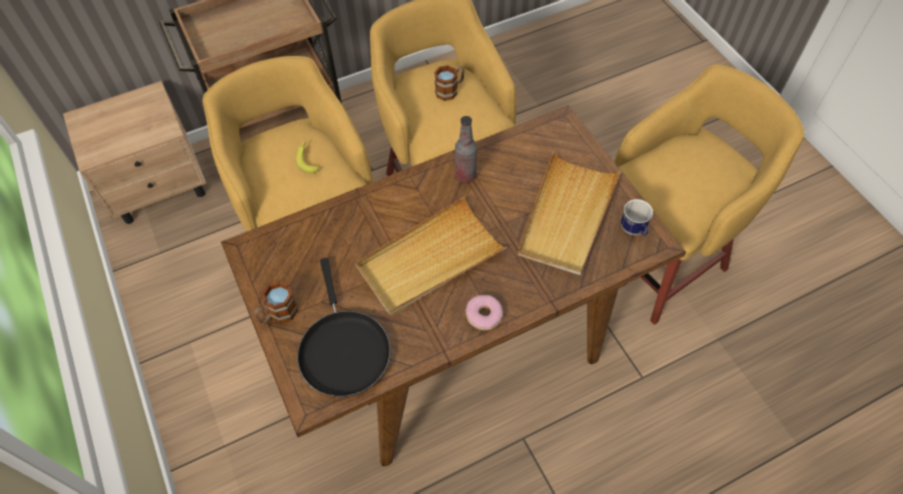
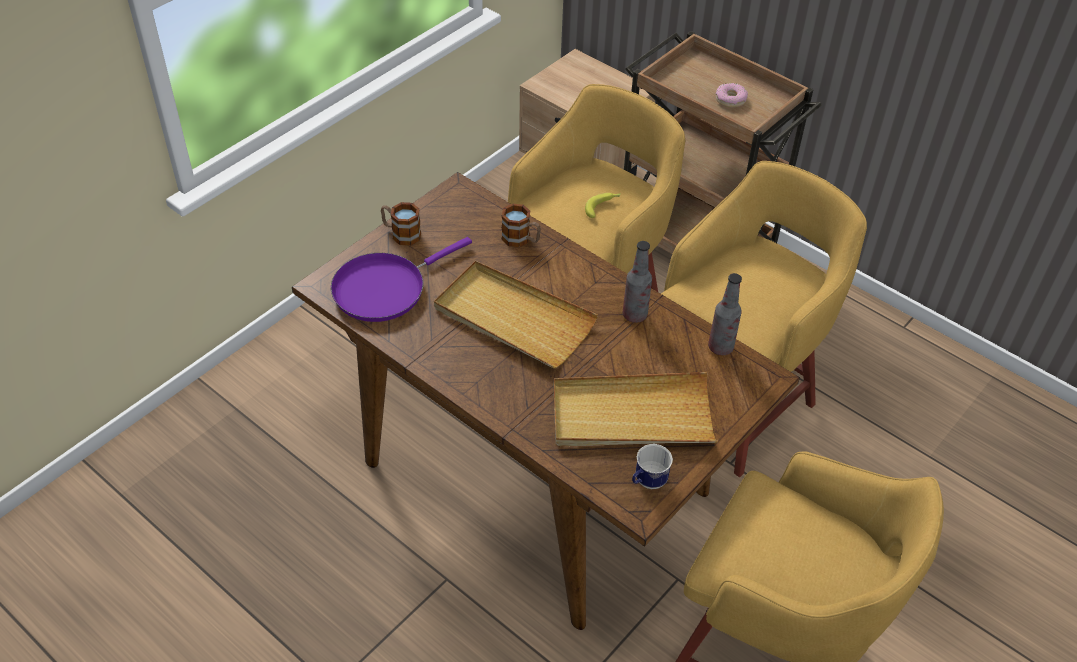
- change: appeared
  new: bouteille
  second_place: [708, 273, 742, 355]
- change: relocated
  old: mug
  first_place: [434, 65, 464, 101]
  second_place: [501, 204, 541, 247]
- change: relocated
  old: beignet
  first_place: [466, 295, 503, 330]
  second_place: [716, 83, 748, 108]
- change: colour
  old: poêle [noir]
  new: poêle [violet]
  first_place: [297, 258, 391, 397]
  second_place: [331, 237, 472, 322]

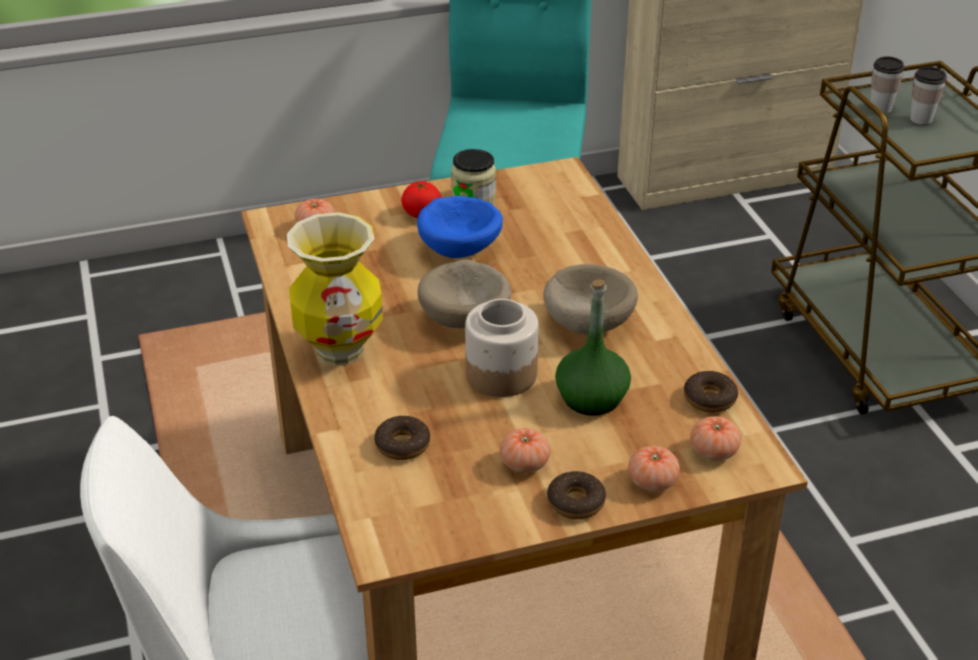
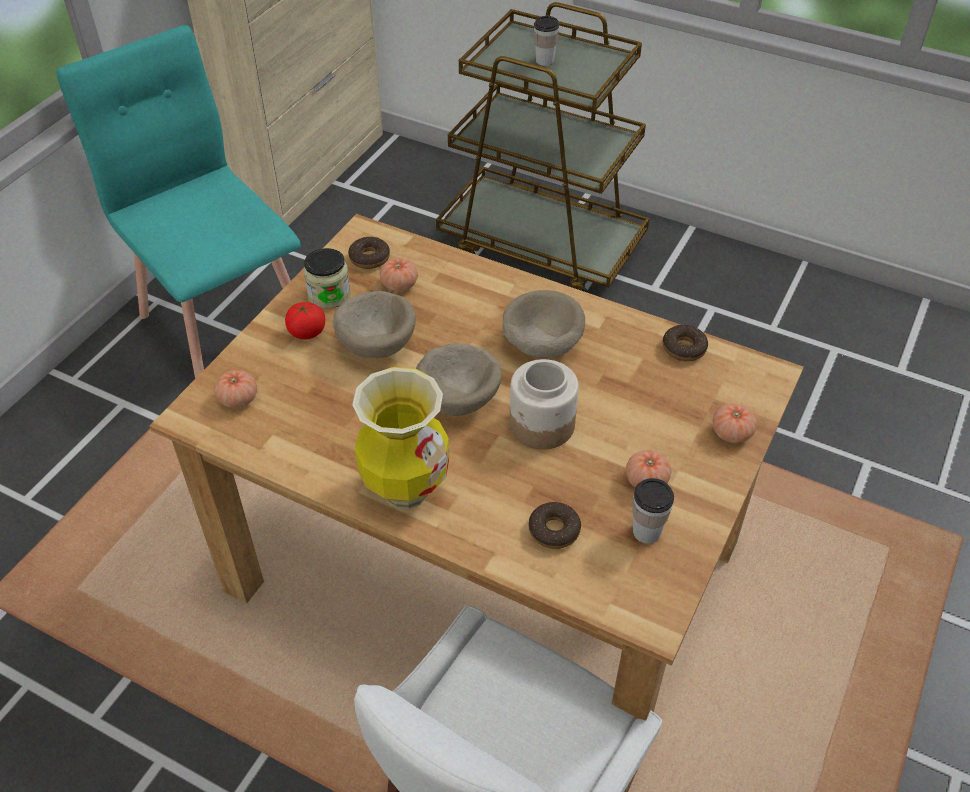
- change: missing
  old: bouteille [vert]
  first_place: [555, 279, 631, 416]
- change: relocated
  old: beignet
  first_place: [547, 471, 606, 519]
  second_place: [348, 237, 390, 269]
- change: relocated
  old: tomate
  first_place: [690, 416, 741, 461]
  second_place: [380, 258, 418, 291]
- change: relocated
  old: tasse
  first_place: [870, 56, 905, 114]
  second_place: [632, 478, 674, 544]
- change: colour
  old: bol [bleu]
  new: bol [beige]
  first_place: [417, 196, 503, 258]
  second_place: [333, 291, 416, 358]

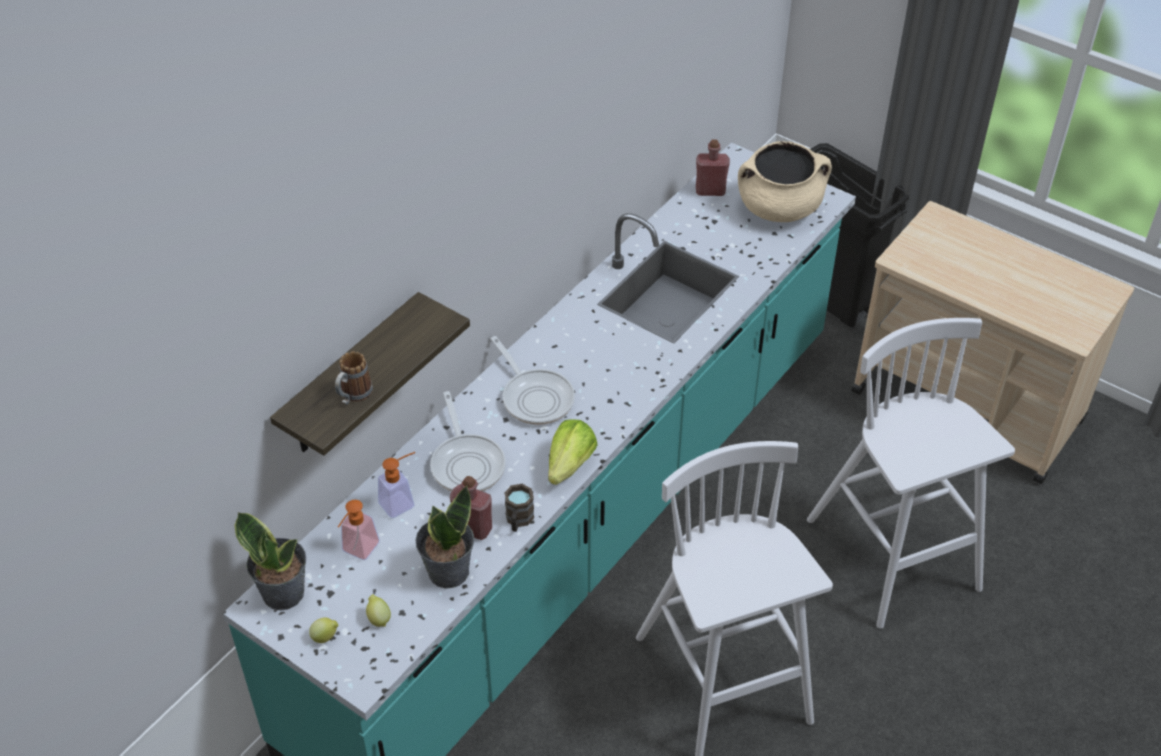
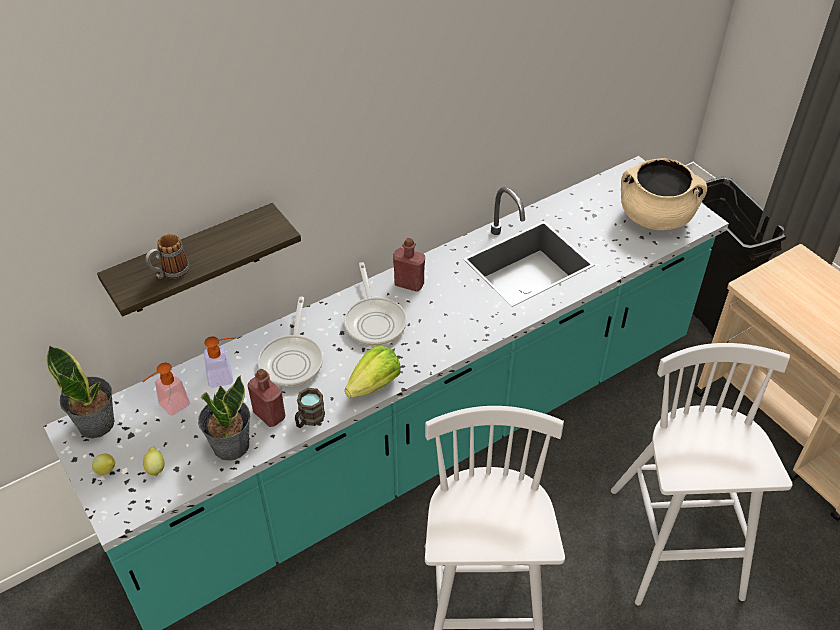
- change: relocated
  old: bouteille [rouge]
  first_place: [696, 139, 730, 196]
  second_place: [393, 238, 425, 292]

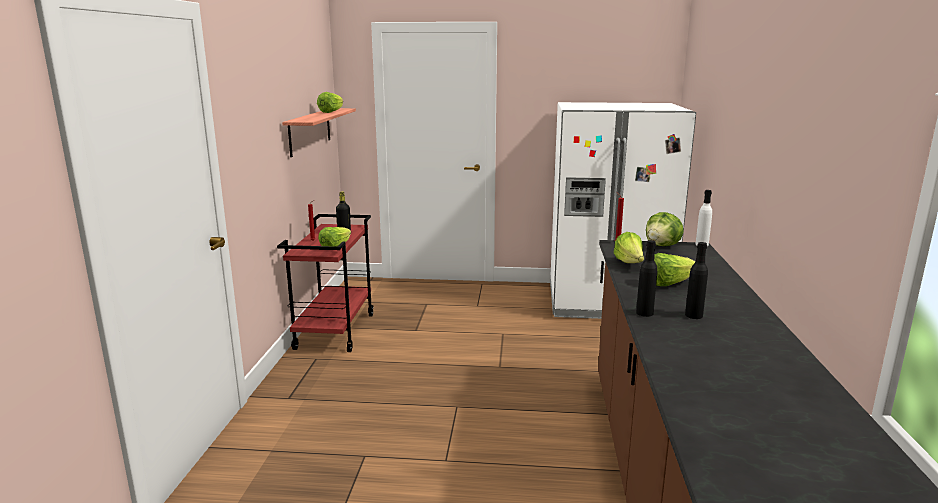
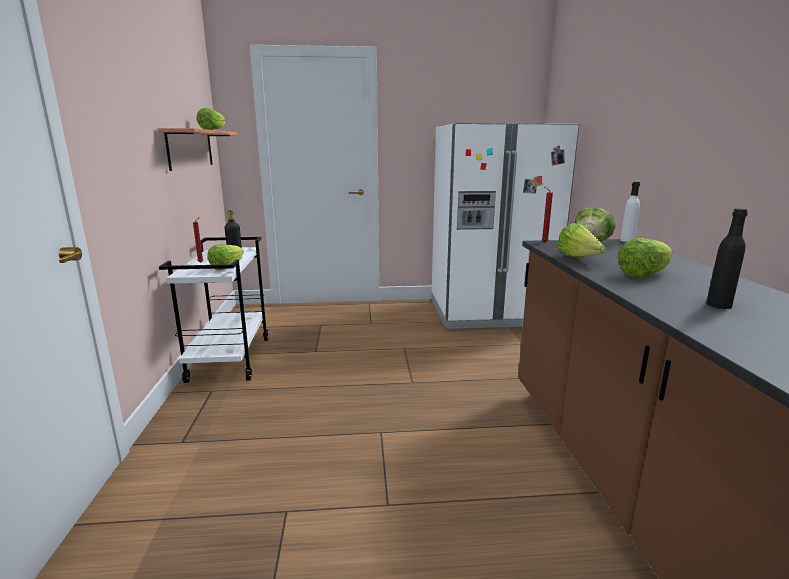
- change: missing
  old: bouteille [noir]
  first_place: [636, 240, 657, 317]
- change: colour
  old: chariot [rouge]
  new: chariot [blanc]
  first_place: [277, 214, 374, 352]
  second_place: [159, 237, 268, 383]

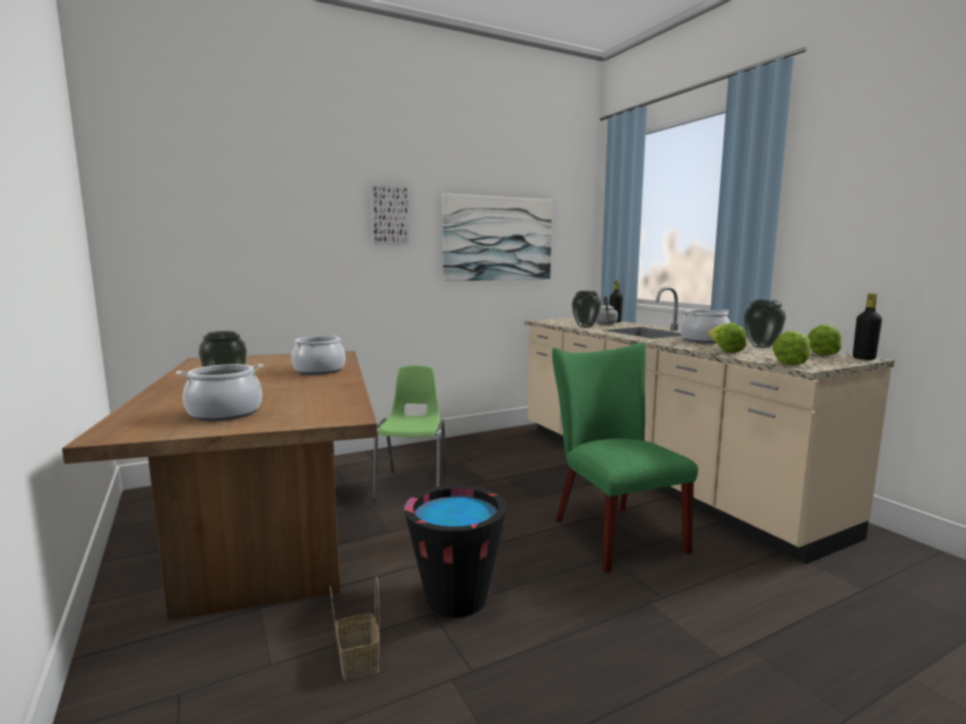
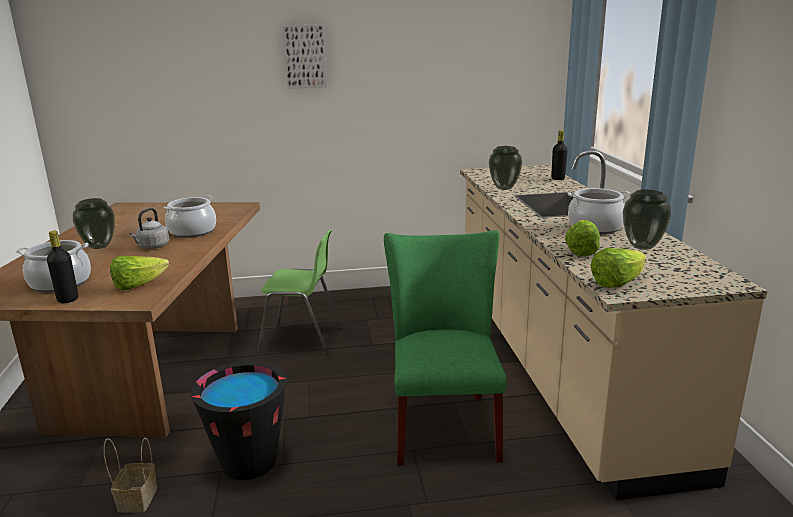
- change: missing
  old: tableau
  first_place: [442, 193, 552, 281]
- change: relocated
  old: bouilloire [gris]
  first_place: [596, 296, 618, 325]
  second_place: [129, 208, 169, 249]
- change: relocated
  old: laitue
  first_place: [807, 325, 841, 356]
  second_place: [110, 256, 169, 290]
- change: relocated
  old: bouteille [noir]
  first_place: [853, 294, 882, 360]
  second_place: [47, 231, 78, 303]
- change: spun
  old: chaise [vert]
  first_place: [373, 365, 446, 501]
  second_place: [257, 229, 341, 355]
  degrees: 75

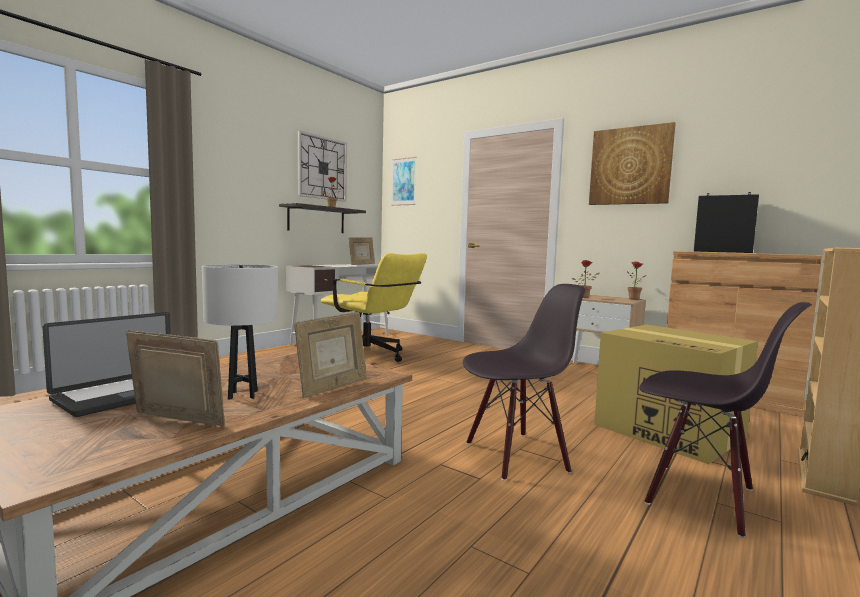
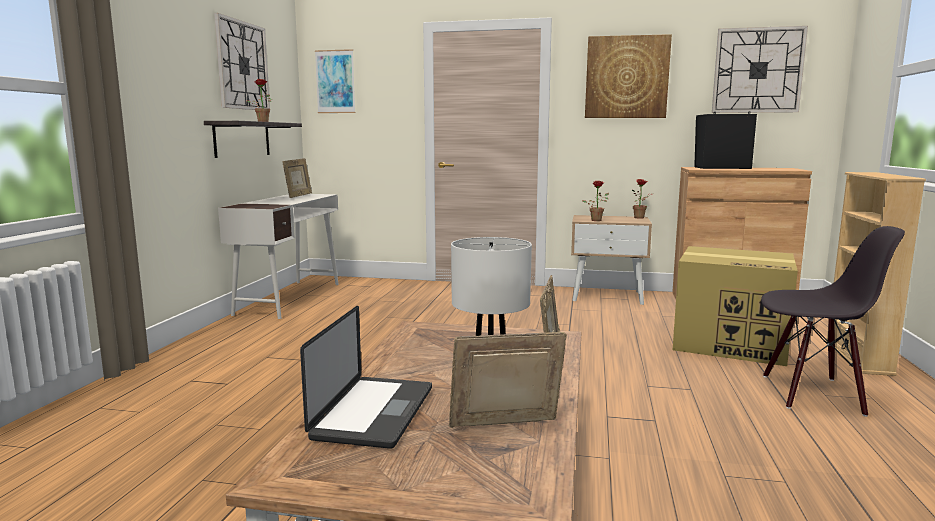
- change: missing
  old: chaise de bureau [jaune]
  first_place: [321, 253, 427, 362]
- change: missing
  old: chaise [noir]
  first_place: [463, 284, 585, 481]
- change: appeared
  new: horloge murale
  second_place: [712, 26, 808, 113]

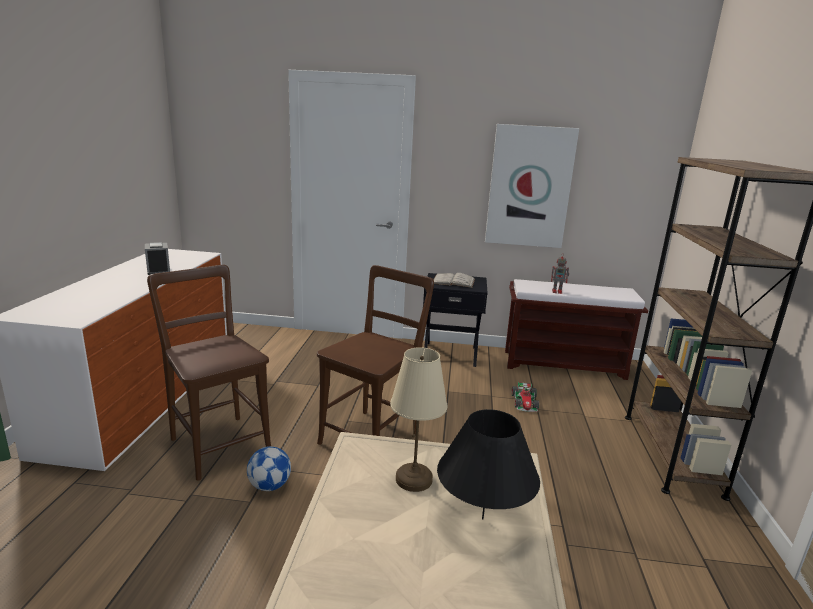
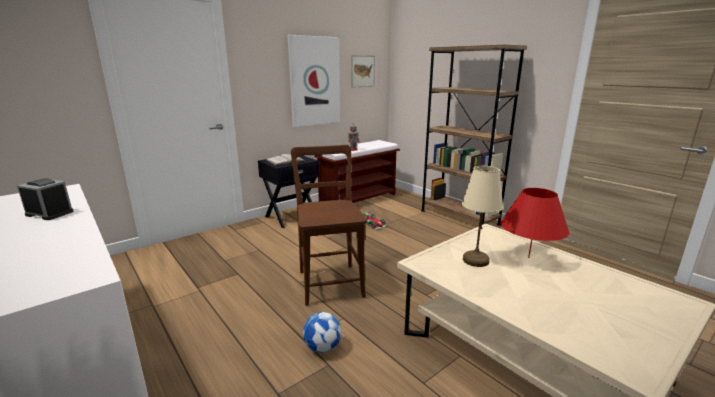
- change: missing
  old: chaise [marron]
  first_place: [147, 265, 271, 481]
- change: appeared
  new: tableau
  second_place: [351, 55, 375, 88]
- change: colour
  old: lampe de table [noir]
  new: lampe de table [rouge]
  first_place: [437, 409, 540, 519]
  second_place: [501, 188, 570, 258]

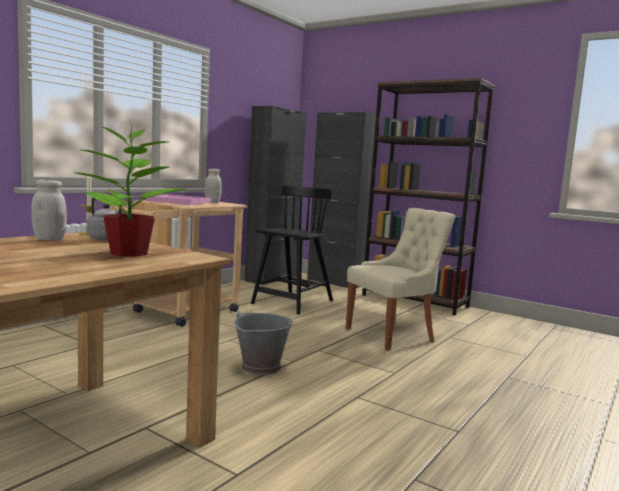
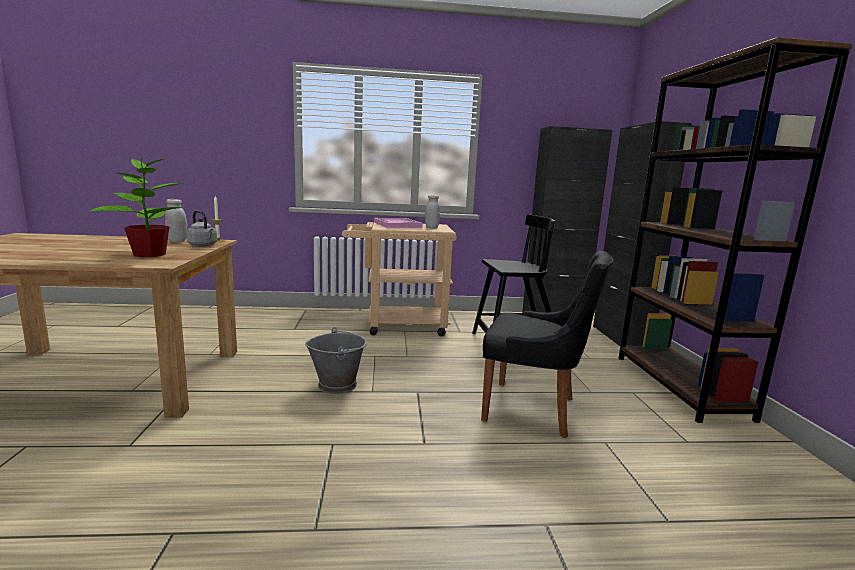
- change: colour
  old: chaise [beige]
  new: chaise [noir]
  first_place: [346, 208, 456, 350]
  second_place: [481, 251, 613, 438]

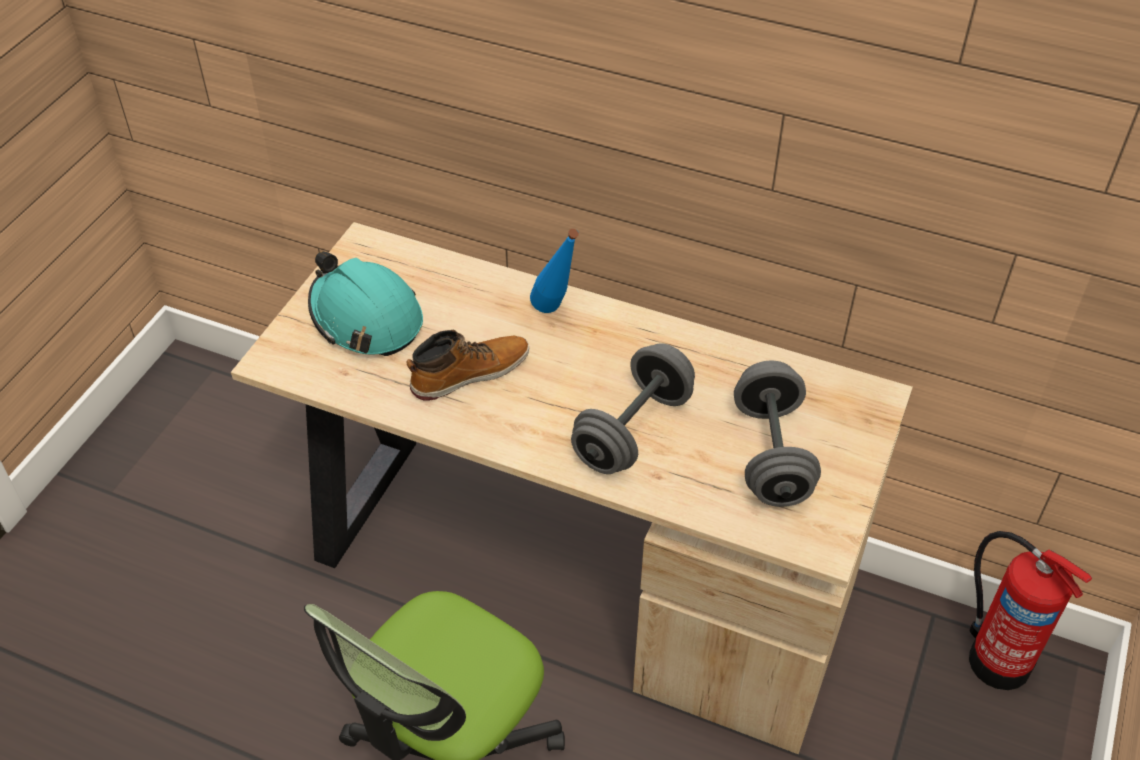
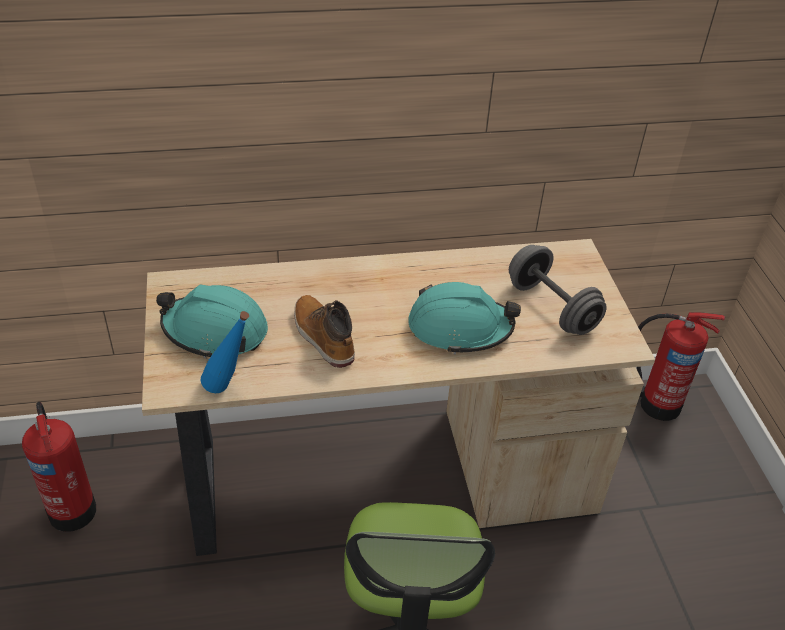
- change: appeared
  new: extincteur
  second_place: [22, 402, 96, 532]
- change: relocated
  old: bouteille [bleu]
  first_place: [530, 229, 579, 313]
  second_place: [201, 311, 249, 393]
- change: exchanged
  old: haltère [gris]
  new: casque de chantier [turquoise]
  first_place: [571, 343, 695, 474]
  second_place: [408, 282, 521, 355]
- change: spun
  old: botte
  first_place: [406, 330, 529, 401]
  second_place: [294, 295, 355, 368]
  degrees: -60

